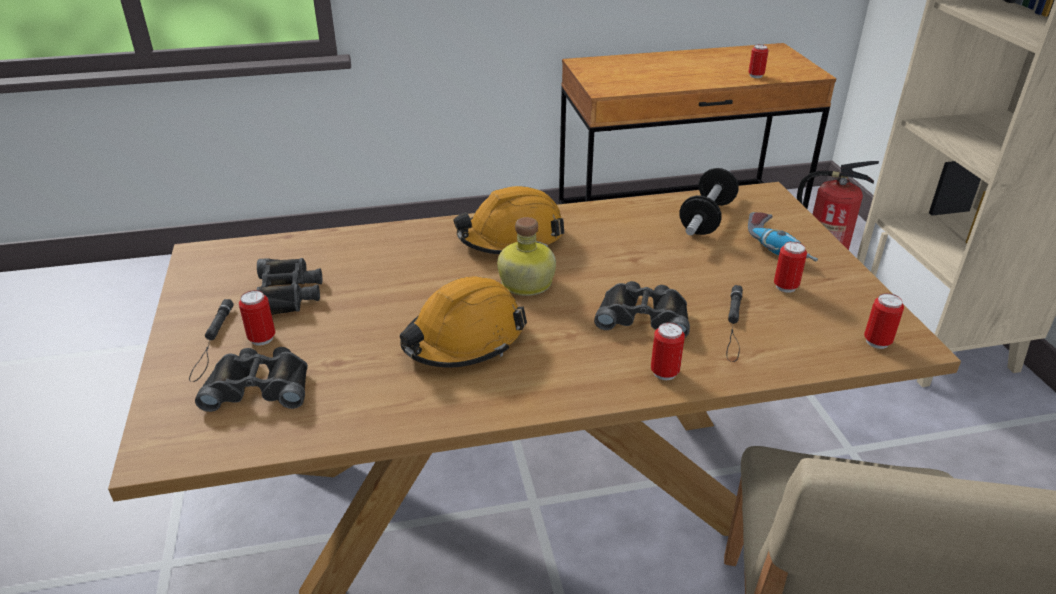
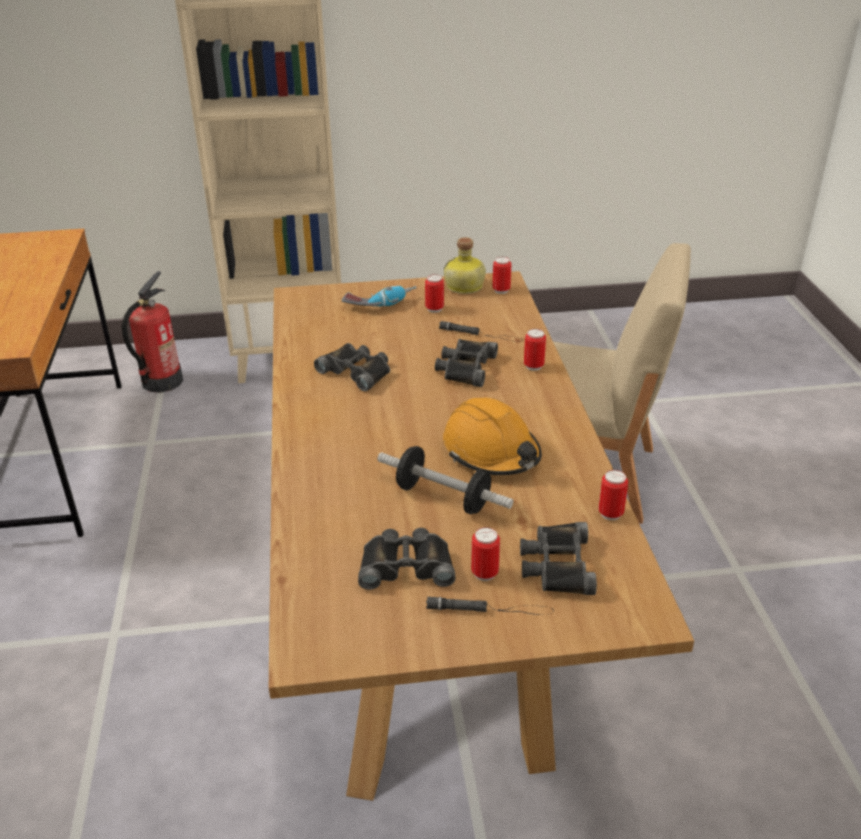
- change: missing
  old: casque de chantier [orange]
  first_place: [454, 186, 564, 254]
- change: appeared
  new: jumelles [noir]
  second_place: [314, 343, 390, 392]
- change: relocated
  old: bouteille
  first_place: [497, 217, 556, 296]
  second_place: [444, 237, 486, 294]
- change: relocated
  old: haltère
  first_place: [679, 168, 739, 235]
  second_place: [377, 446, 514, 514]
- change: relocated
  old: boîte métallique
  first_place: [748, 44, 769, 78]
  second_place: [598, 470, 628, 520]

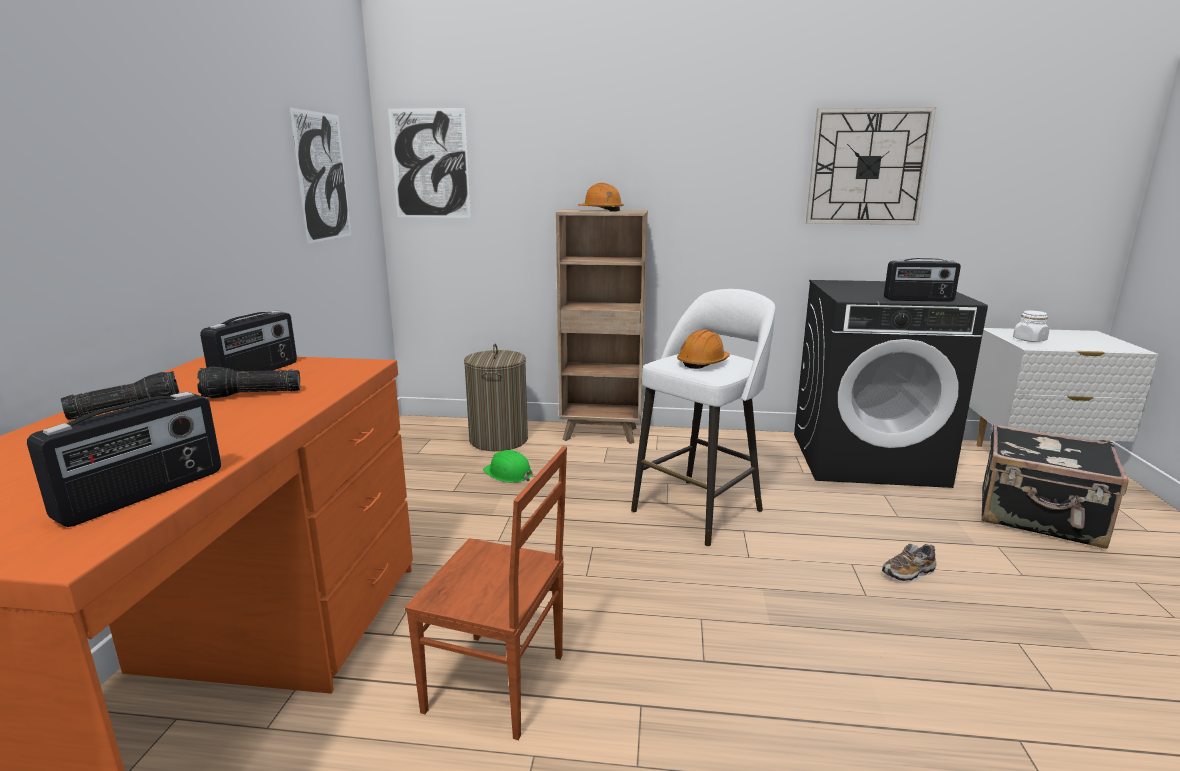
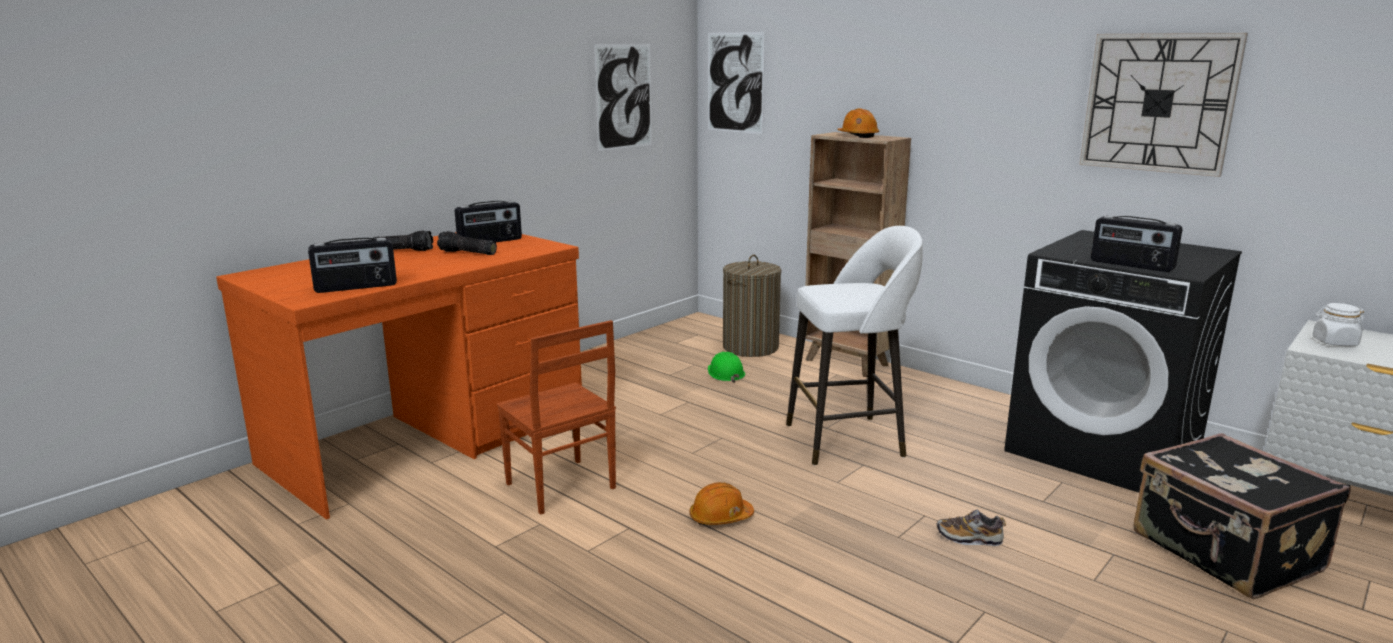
- change: relocated
  old: casque de chantier [orange]
  first_place: [677, 330, 730, 369]
  second_place: [690, 482, 754, 525]

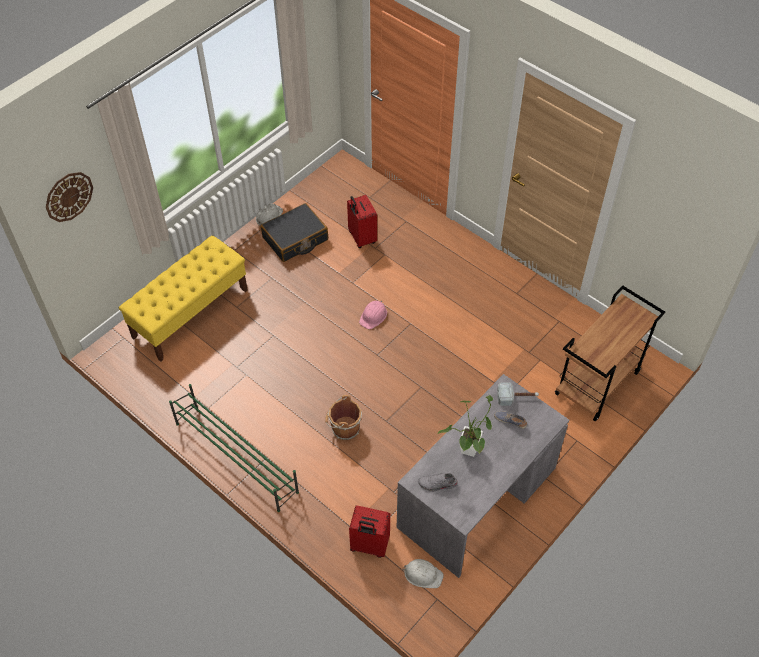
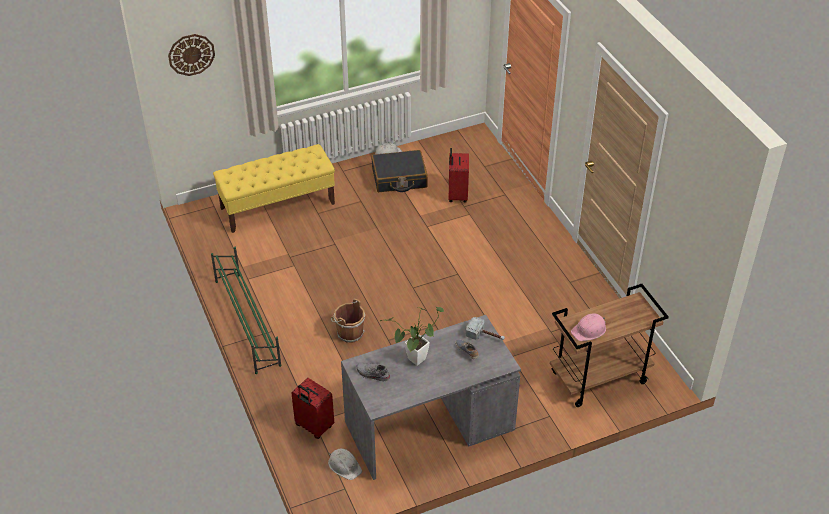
- change: relocated
  old: casque de chantier [rose]
  first_place: [359, 301, 387, 329]
  second_place: [571, 313, 606, 341]

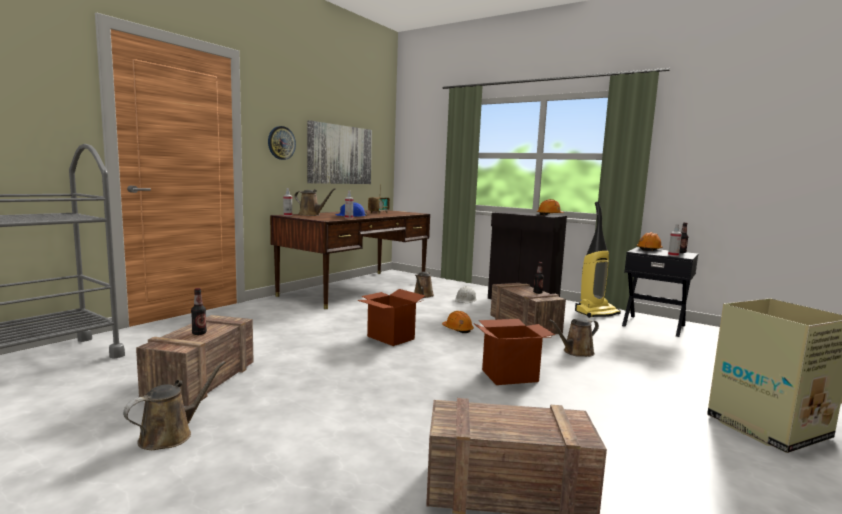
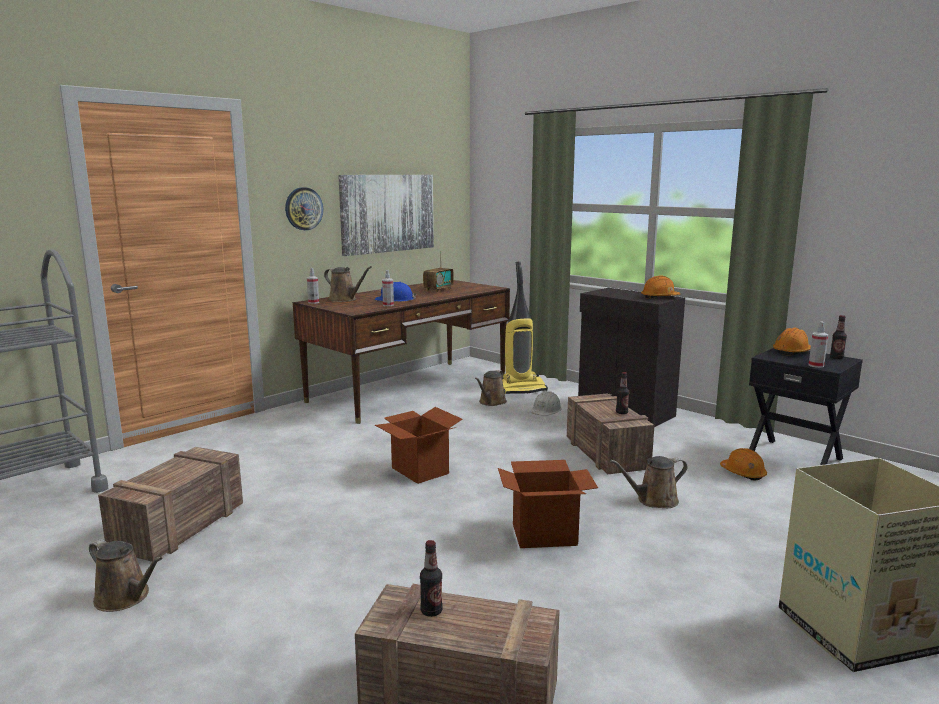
- change: relocated
  old: bouteille
  first_place: [191, 288, 207, 335]
  second_place: [420, 540, 443, 617]
- change: relocated
  old: casque de chantier [orange]
  first_place: [442, 311, 474, 333]
  second_place: [720, 448, 767, 480]
- change: relocated
  old: aspirateur
  first_place: [575, 202, 621, 318]
  second_place: [502, 261, 548, 394]
- change: spun
  old: arrosoir [marron]
  first_place: [123, 361, 226, 450]
  second_place: [89, 539, 162, 612]
  degrees: 75

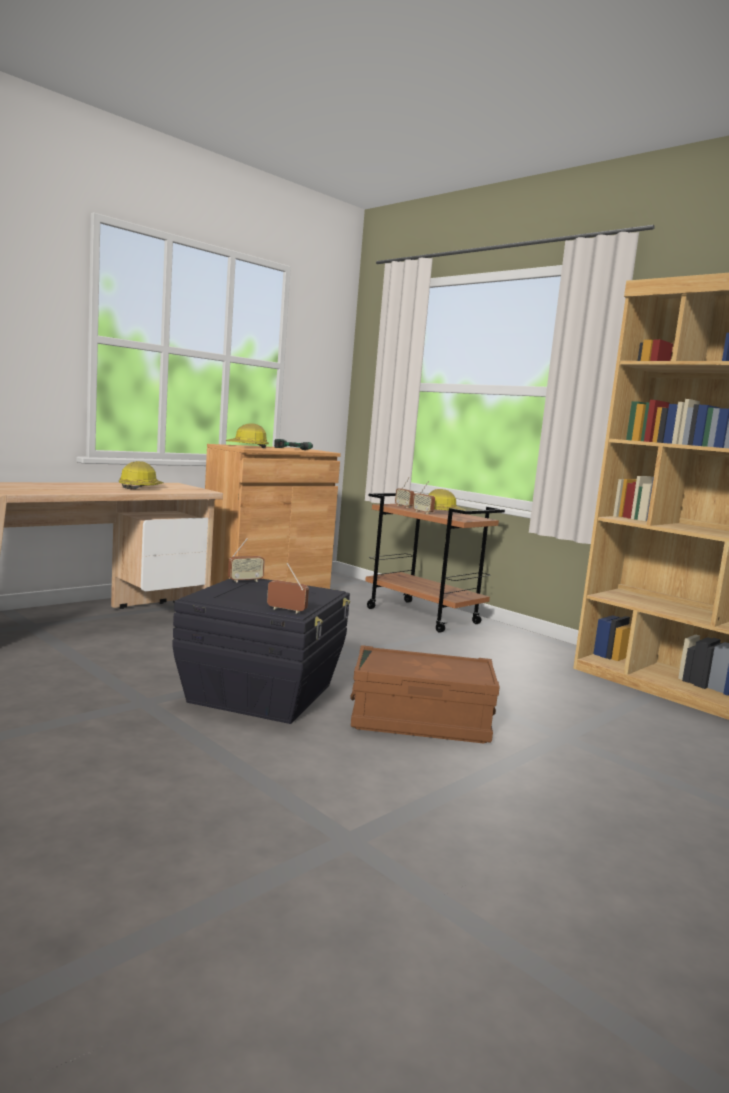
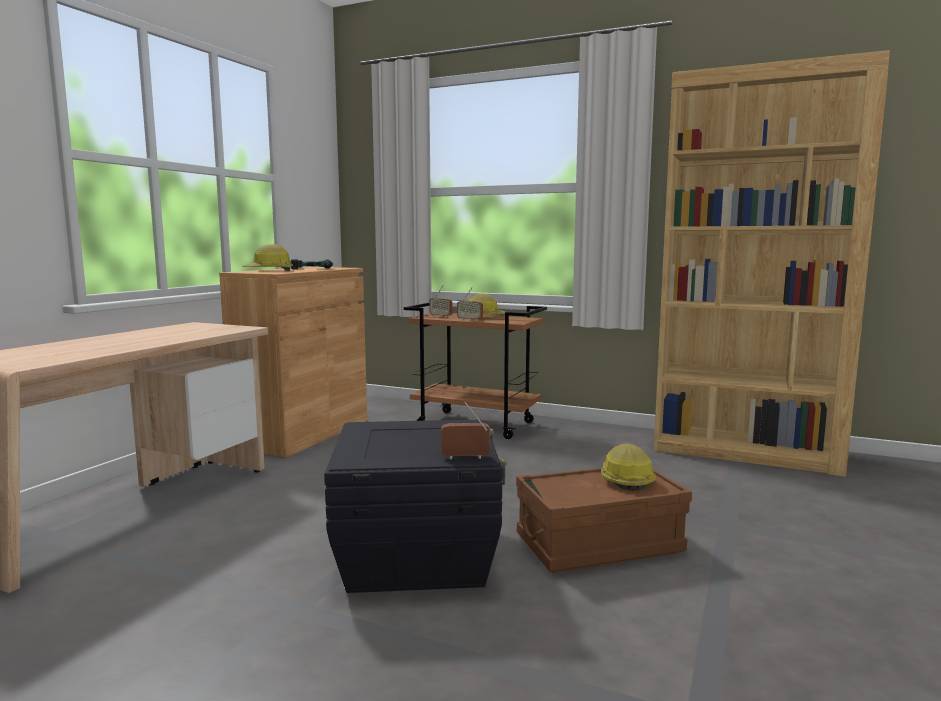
- change: missing
  old: radio
  first_place: [228, 538, 265, 583]
- change: relocated
  old: casque de chantier
  first_place: [119, 461, 164, 489]
  second_place: [601, 444, 656, 491]

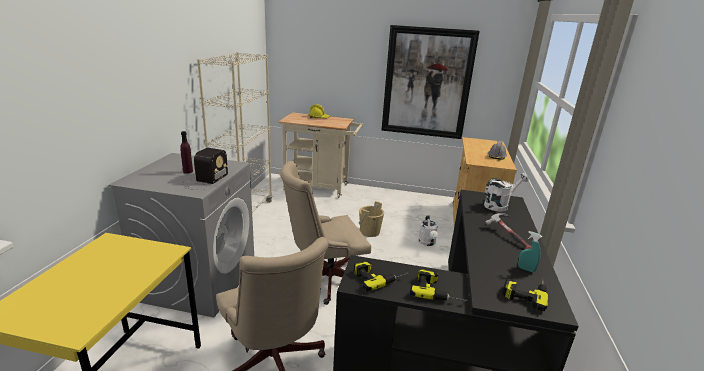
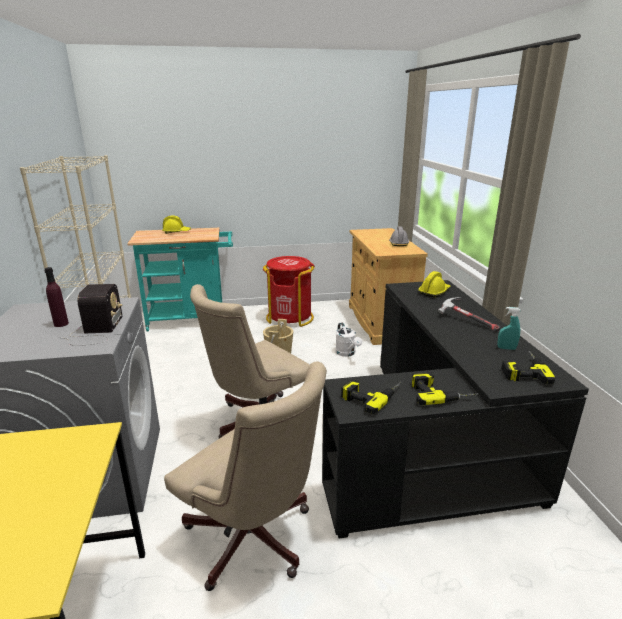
- change: missing
  old: tableau
  first_place: [382, 25, 480, 139]
- change: appeared
  new: poubelle [rouge]
  second_place: [263, 256, 315, 327]
- change: exchanged
  old: arrosoir [blanc]
  new: casque de chantier [jaune]
  first_place: [484, 173, 529, 211]
  second_place: [418, 271, 450, 297]
- change: colour
  old: chariot [beige]
  new: chariot [turquoise]
  first_place: [278, 113, 363, 198]
  second_place: [127, 228, 233, 332]

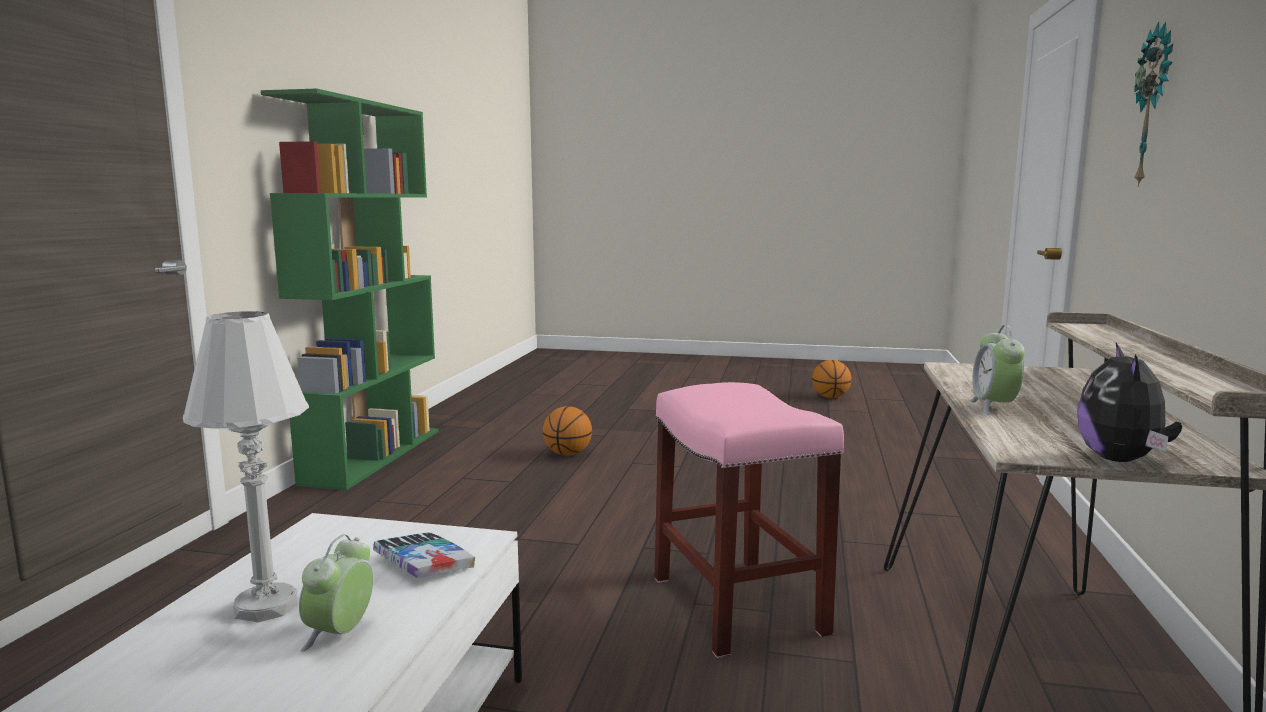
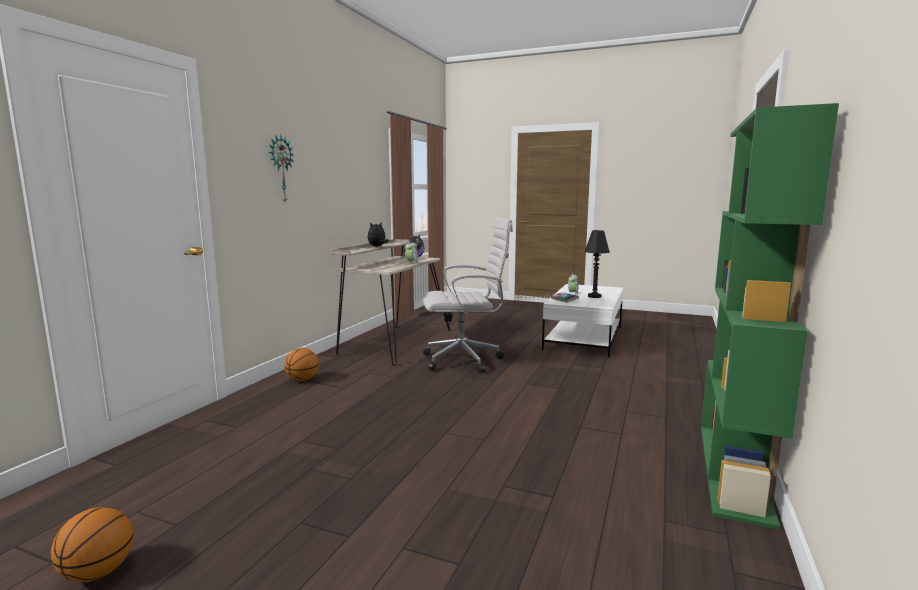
- change: appeared
  new: peluche
  second_place: [368, 223, 389, 247]
- change: relocated
  old: ballon de basket
  first_place: [543, 406, 592, 456]
  second_place: [284, 348, 319, 381]
- change: exchanged
  old: tabouret [rose]
  new: chaise de bureau [blanc]
  first_place: [654, 382, 844, 658]
  second_place: [423, 217, 513, 373]
- change: colour
  old: lampe de table [blanc]
  new: lampe de table [noir]
  first_place: [183, 311, 309, 622]
  second_place: [584, 230, 610, 298]

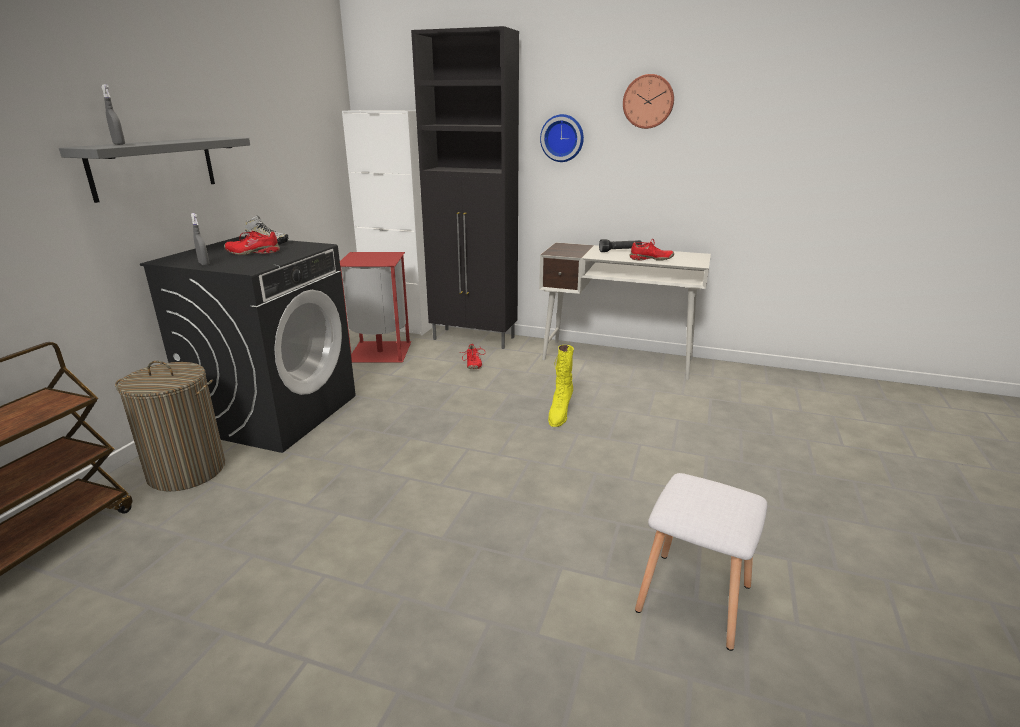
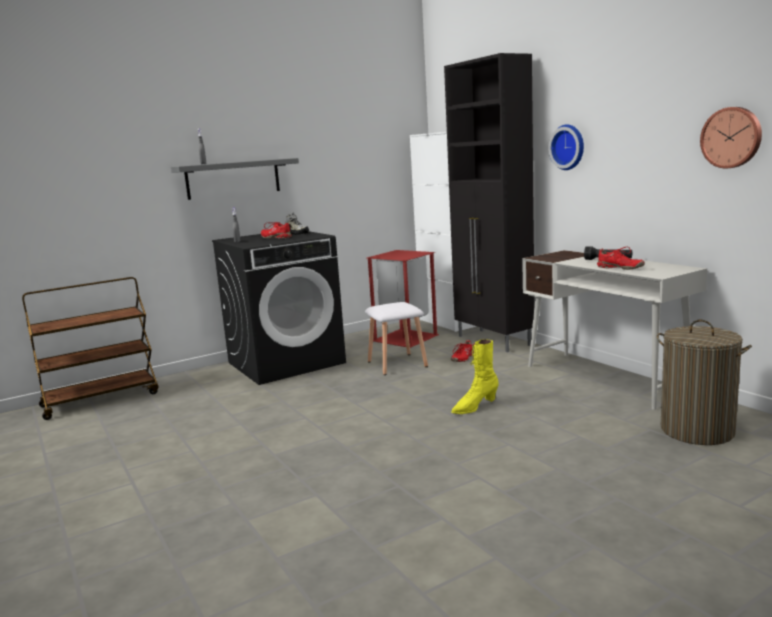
- change: relocated
  old: panier à linge
  first_place: [115, 361, 225, 492]
  second_place: [657, 320, 752, 445]
- change: relocated
  old: horloge murale
  first_place: [623, 74, 674, 129]
  second_place: [700, 107, 762, 169]
- change: relocated
  old: tabouret [blanc]
  first_place: [635, 473, 768, 651]
  second_place: [365, 302, 428, 375]

